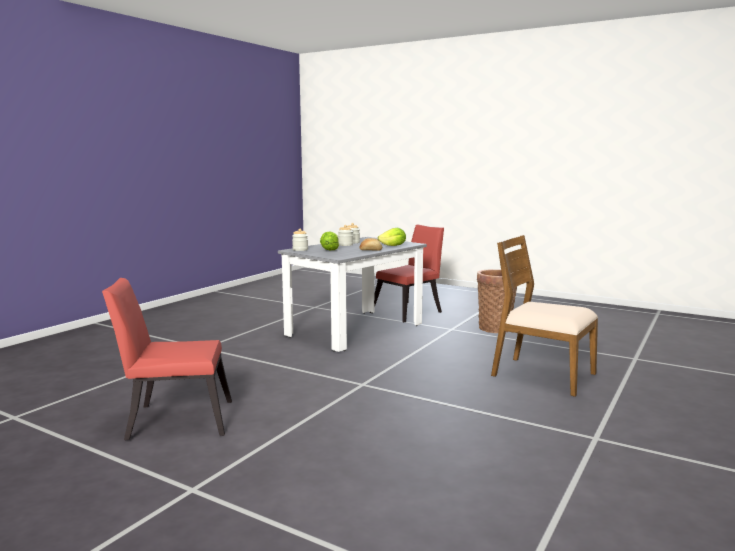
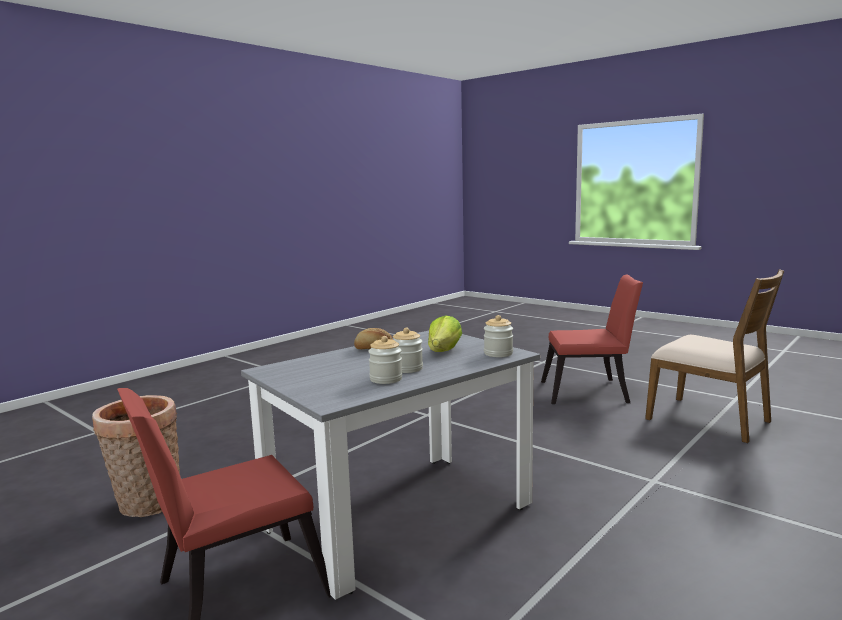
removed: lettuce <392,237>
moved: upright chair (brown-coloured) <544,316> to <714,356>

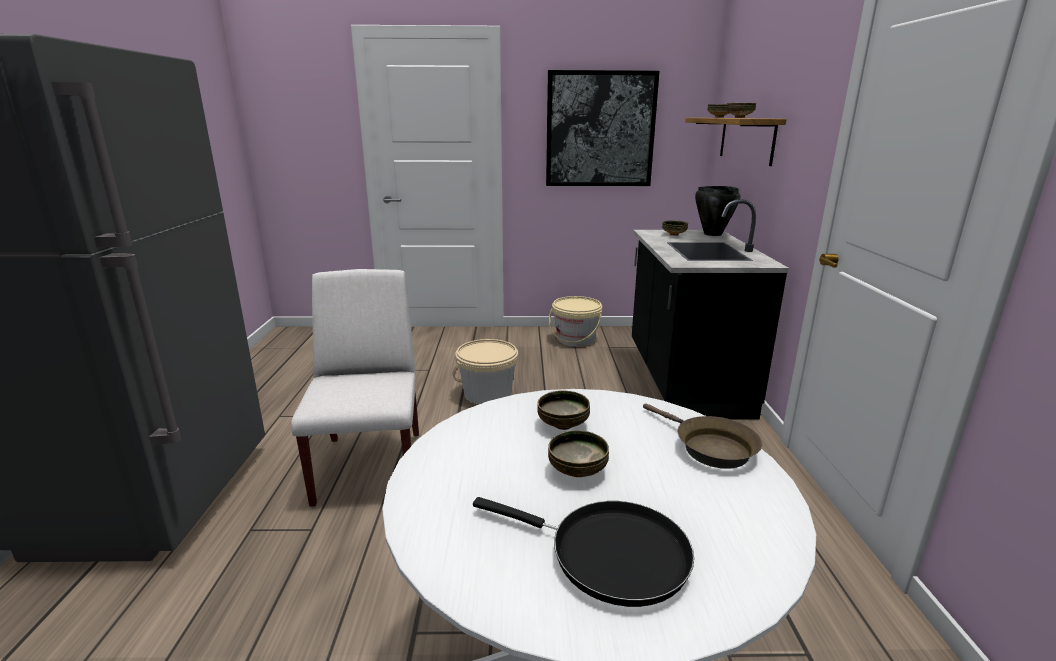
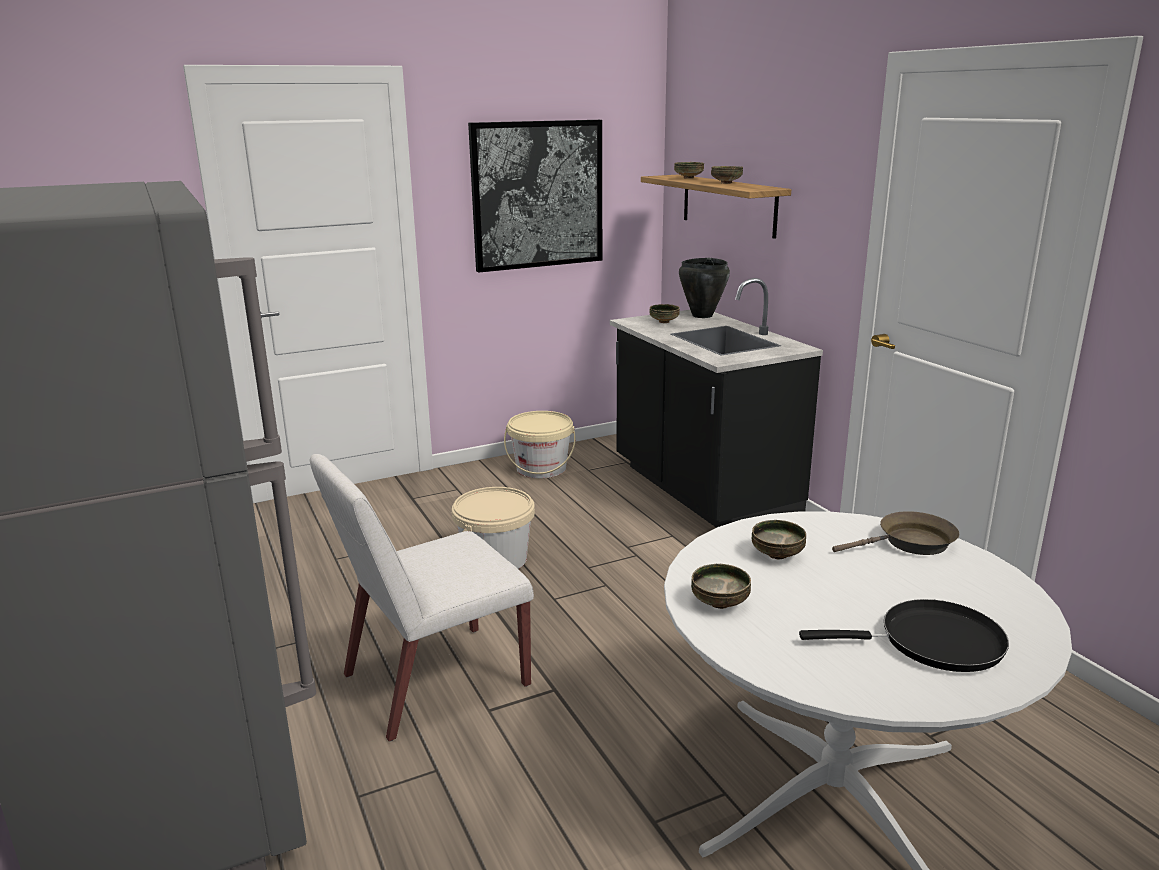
moved: bowl <578,453> to <721,586>
turned: upright chair (white-coloured) <355,388> = <422,598> 90 degrees counterclockwise; pan (brown-coloured) <702,436> = <895,533> 45 degrees counterclockwise

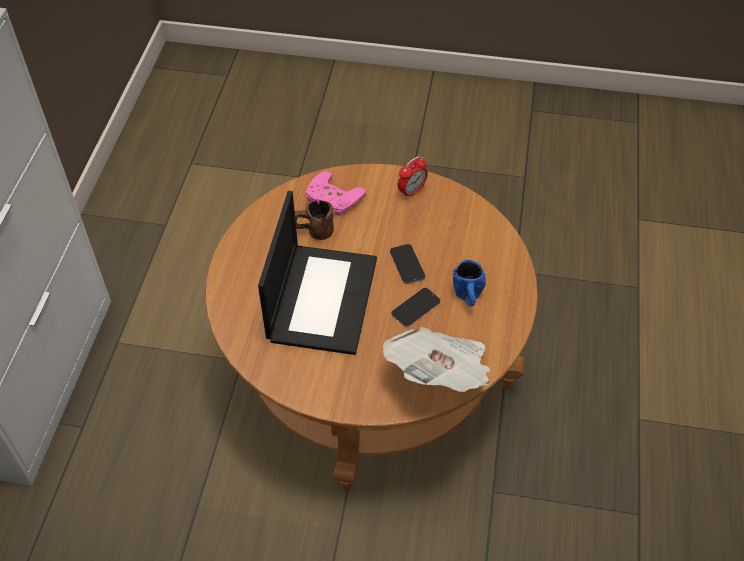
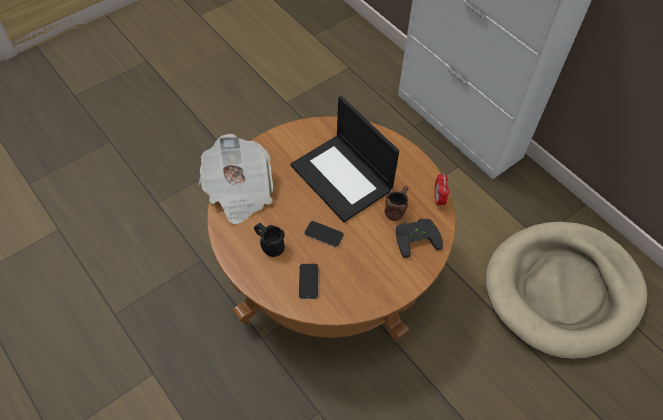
added: dog cushion (beige-coloured) <566,290>
moved: alarm clock <412,177> to <442,190>; telephone <416,307> to <309,281>
recoloured: joypad (pinkish) <336,193> to joypad (blackish) <419,238>; mug (bluish) <469,283> to mug (blackish) <269,240>

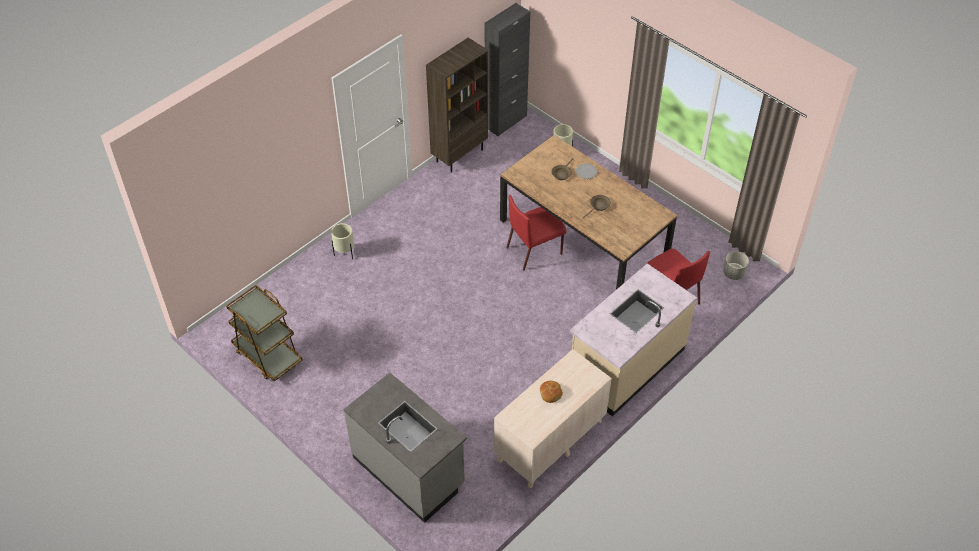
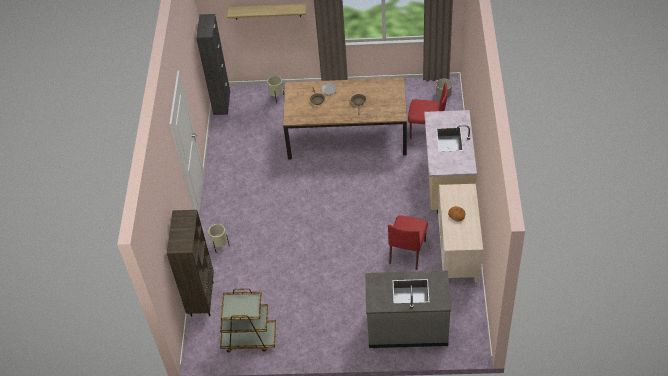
added: shelf <266,11>
moved: shelving unit (brown-coloured) <457,105> to <190,263>; upright chair (red) <536,233> to <408,242>

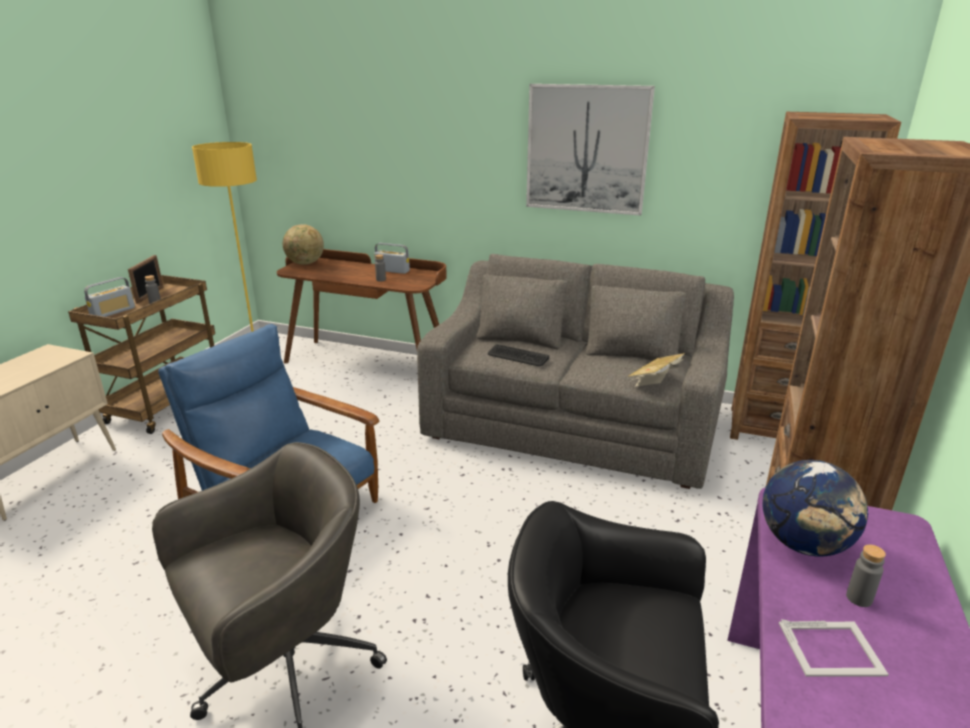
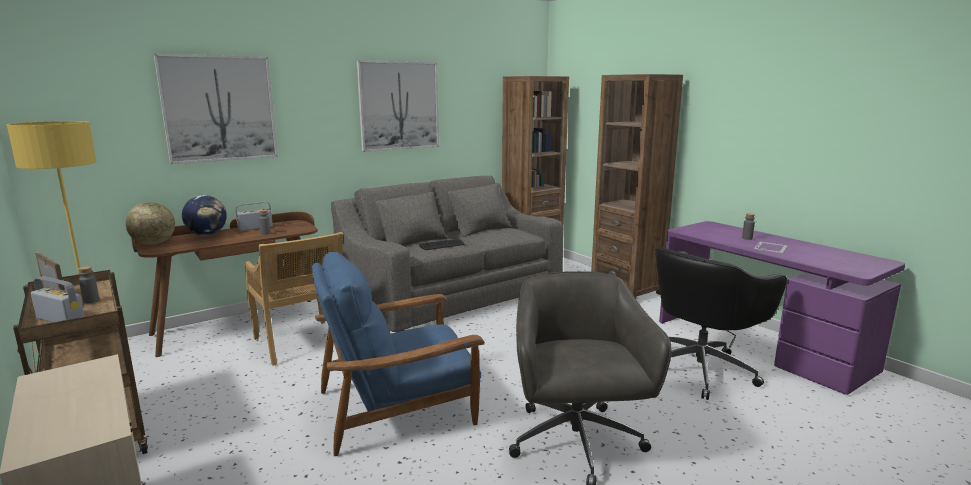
removed: book <656,370>
added: picture <216,109>; upright chair (beige-coloured) <294,299>
moved: world globe <815,508> to <204,215>
turned: radio <109,297> = <58,299> 45 degrees counterclockwise

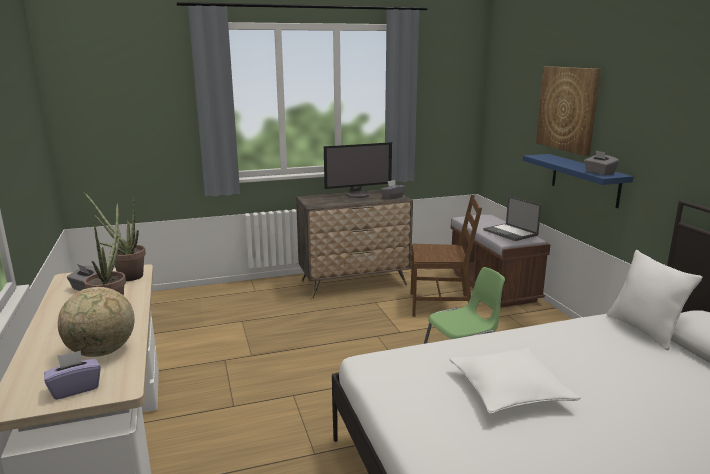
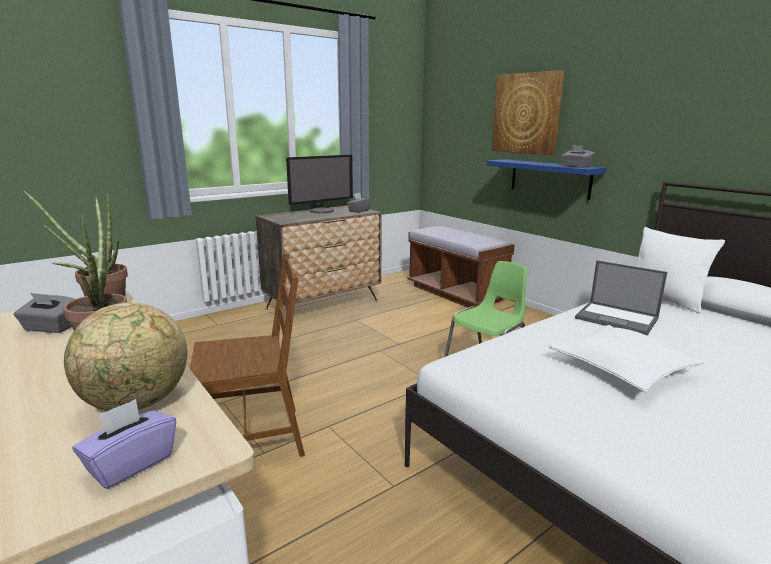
moved: upright chair (brown-coloured) <446,256> to <247,355>; laptop <512,218> to <621,298>

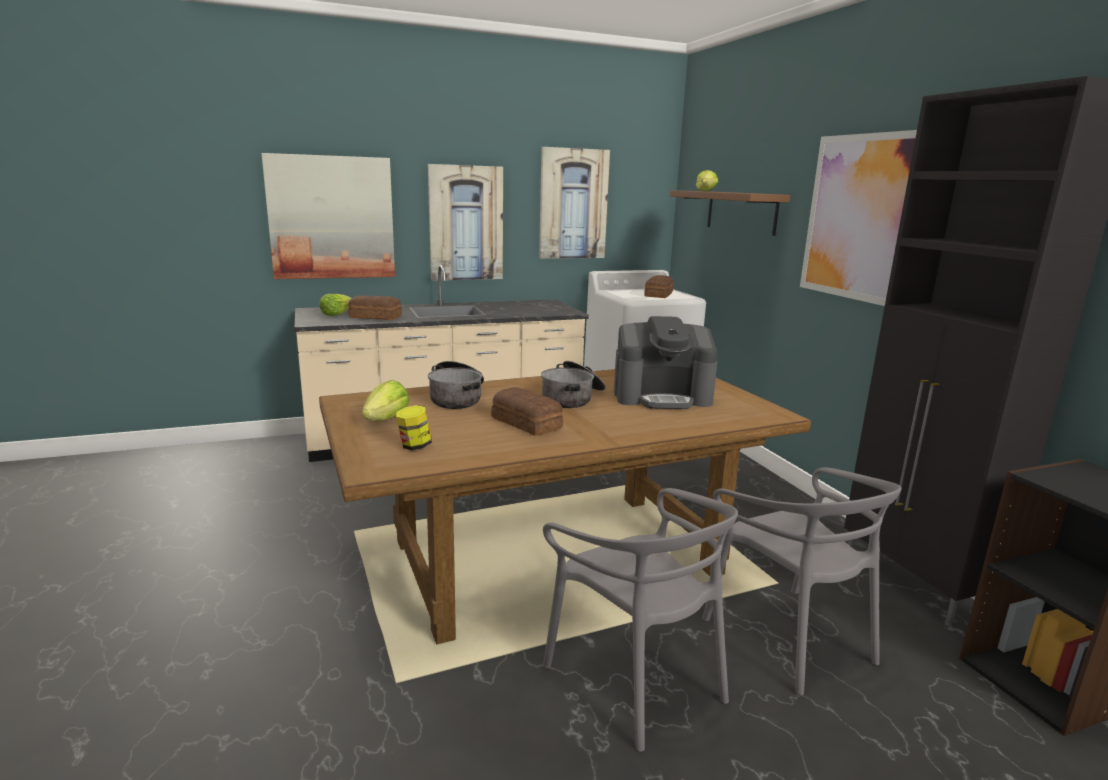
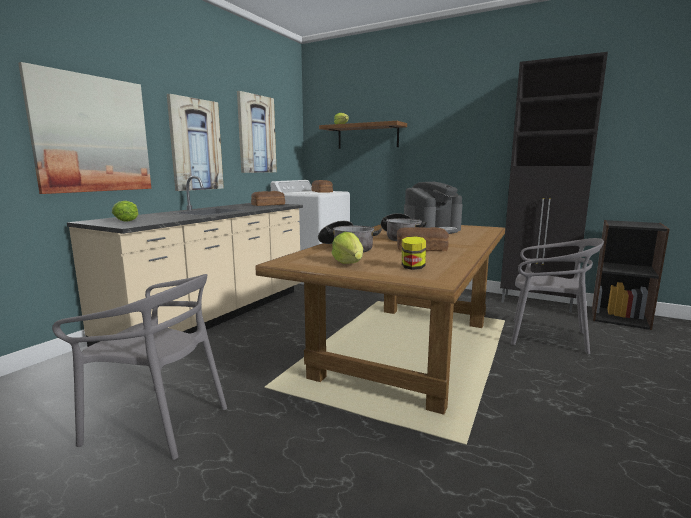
removed: picture <858,218>
moved: bakery bread <375,308> to <268,198>; upright chair (gray) <640,620> to <139,367>

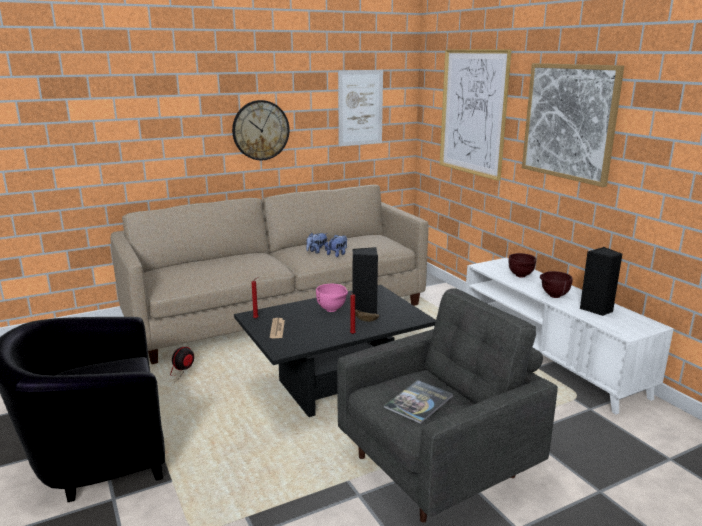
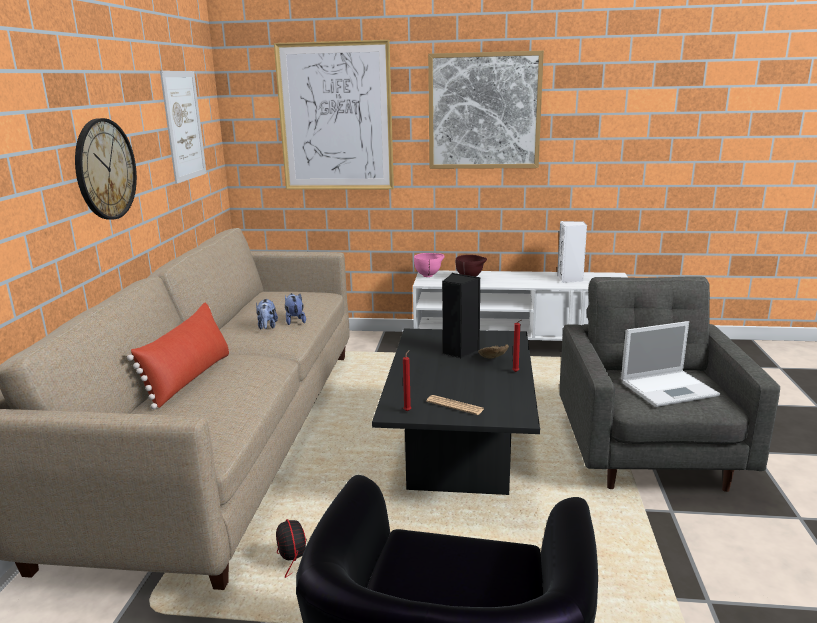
removed: bowl (brown-coloured) <556,284>
added: pillow (red) <178,356>
moved: bowl (pinkish) <332,298> to <429,265>
replaced: book <418,402> to laptop <670,364>
recoloured: speaker (blackish) <601,281> to speaker (white-coloured) <572,252>

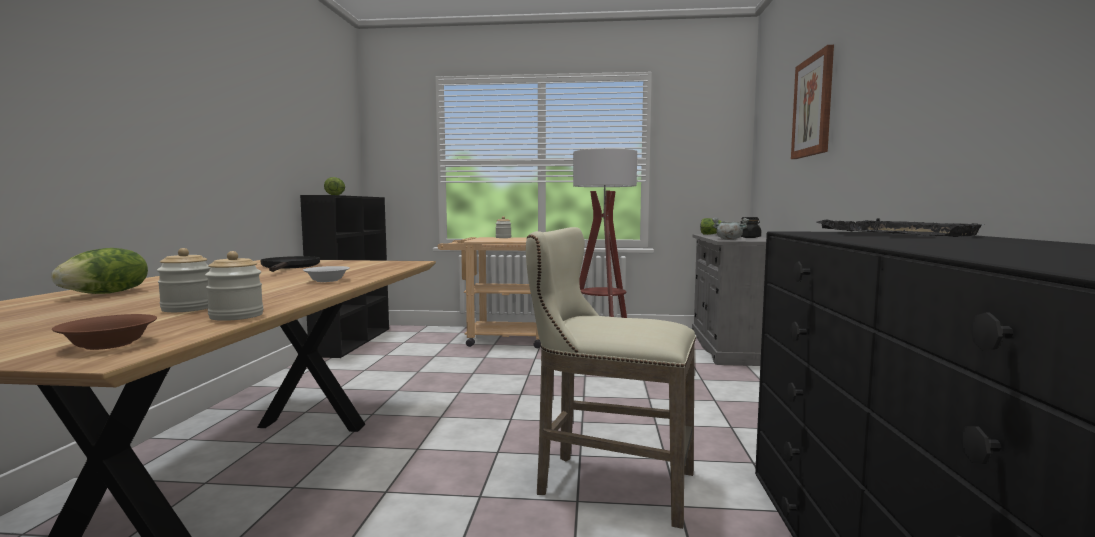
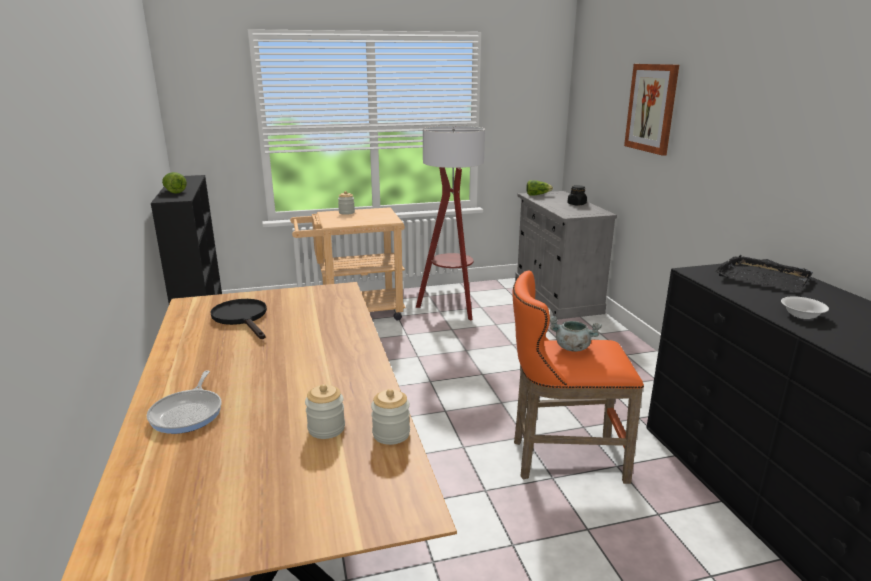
removed: bowl (brown-coloured) <104,332>
moved: saucepot (gray) <730,229> to <576,334>; bowl (white-coloured) <326,274> to <805,307>
replaced: lettuce <99,271> to pan <184,402>
recoloured: sitting stool (beige-coloured) <611,378> to sitting stool (orange) <578,377>

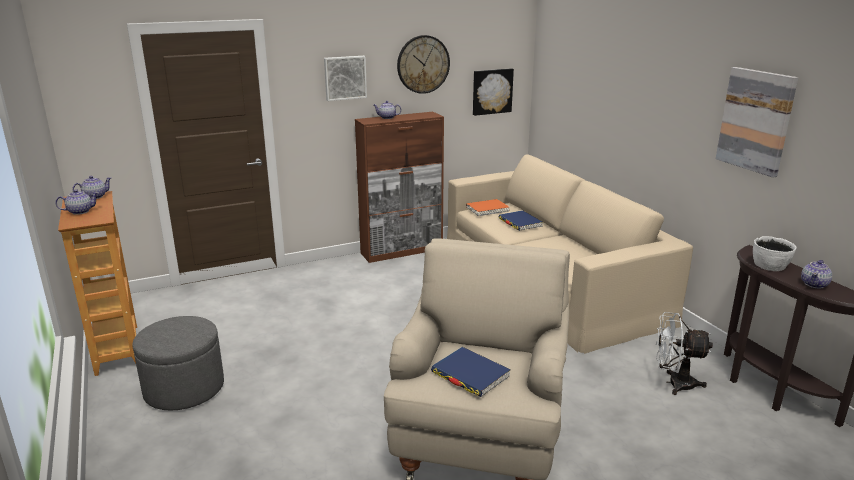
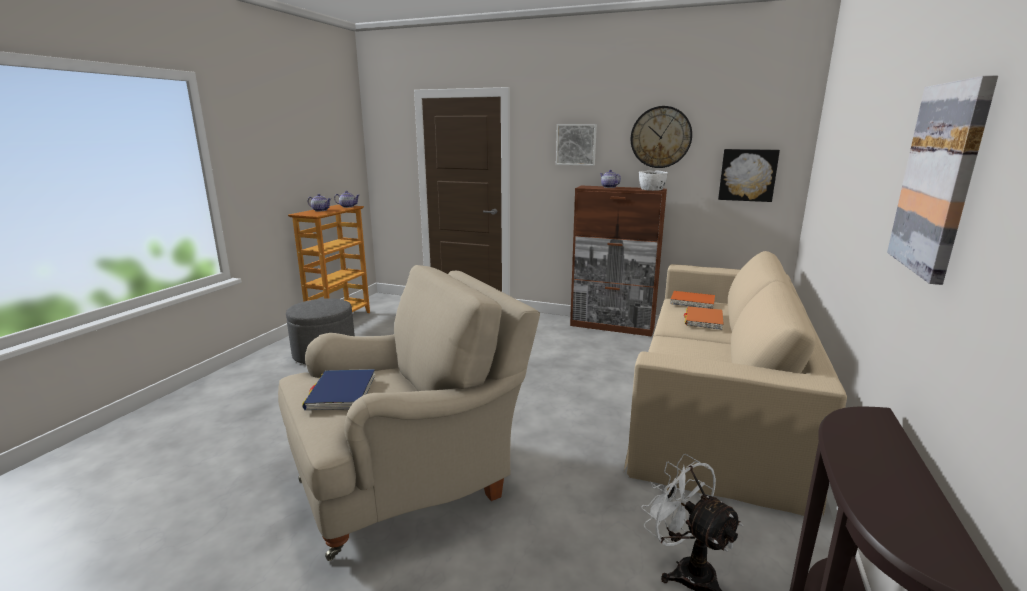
removed: pot for tea <816,274>
moved: bowl (white-coloured) <775,253> to <653,181>
recoloured: book (bluish) <521,220> to book (orange) <704,318>

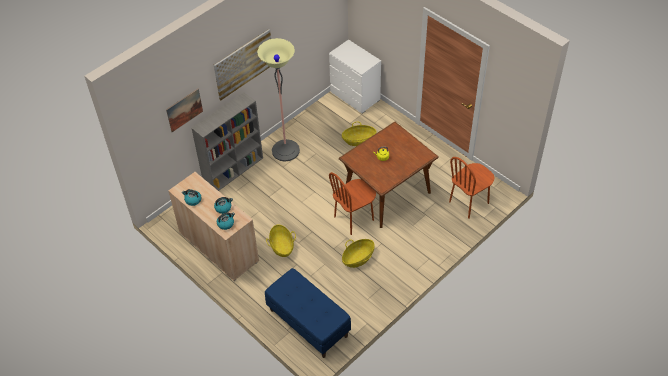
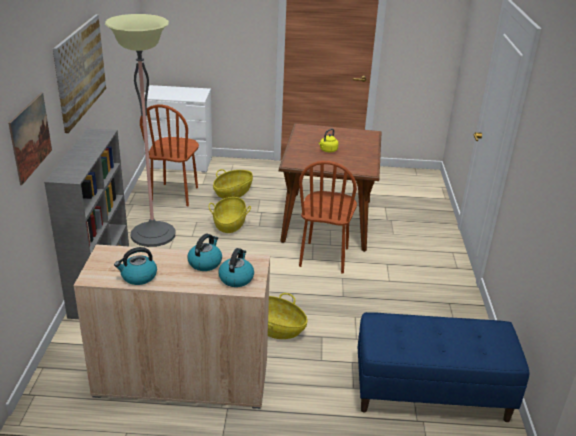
moved: upright chair (brown-coloured) <472,188> to <169,155>; basket <358,253> to <229,215>

